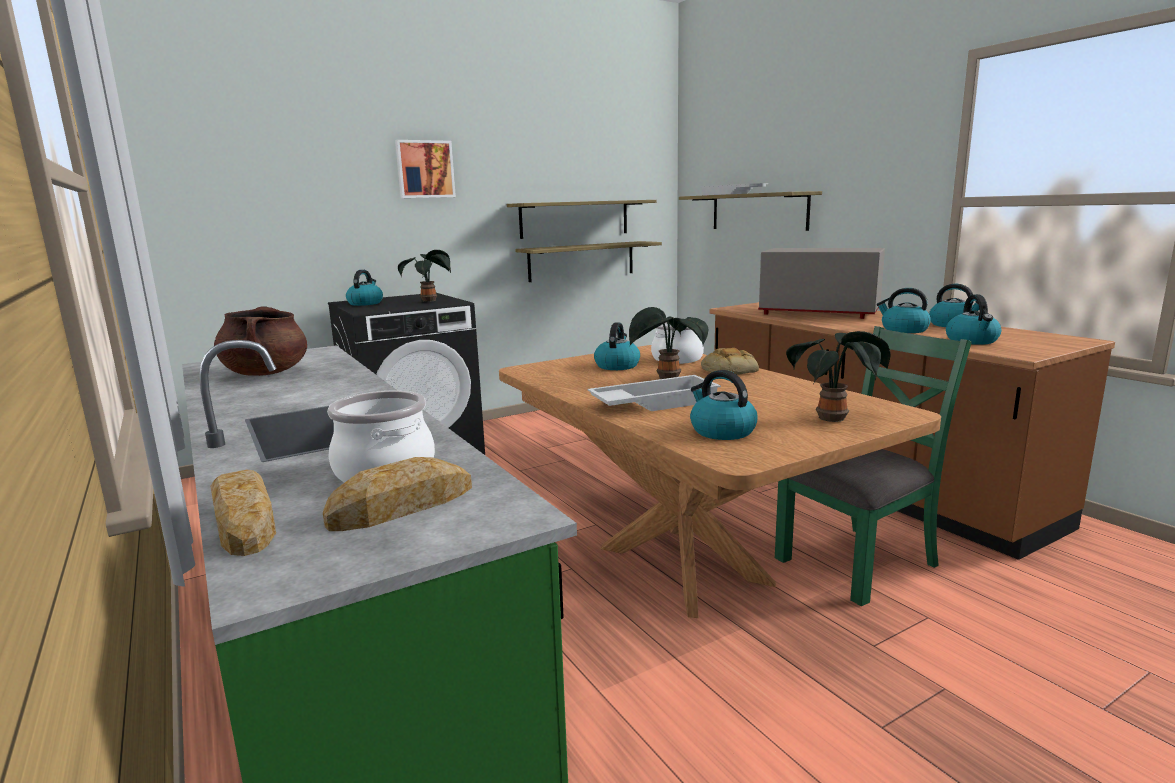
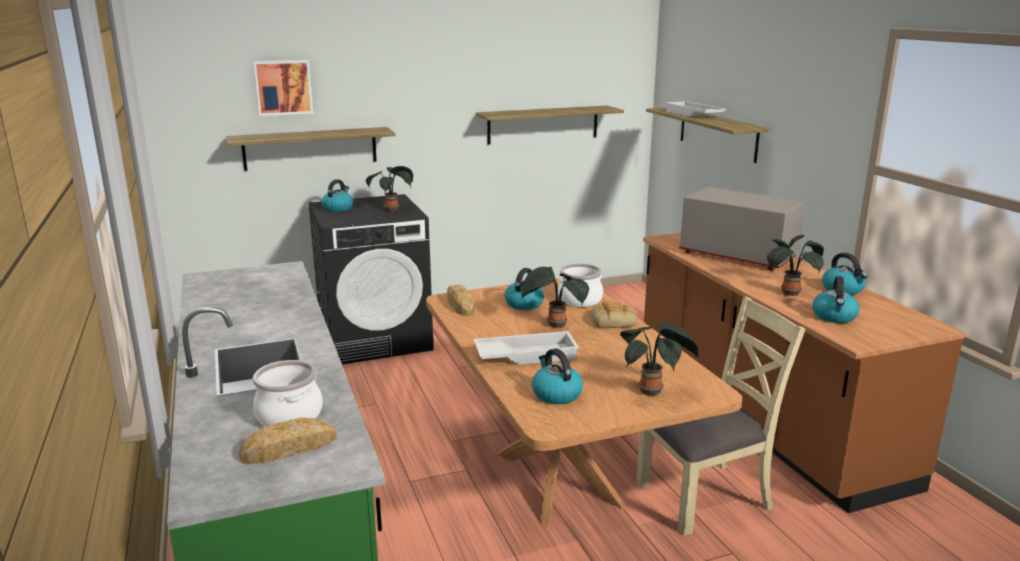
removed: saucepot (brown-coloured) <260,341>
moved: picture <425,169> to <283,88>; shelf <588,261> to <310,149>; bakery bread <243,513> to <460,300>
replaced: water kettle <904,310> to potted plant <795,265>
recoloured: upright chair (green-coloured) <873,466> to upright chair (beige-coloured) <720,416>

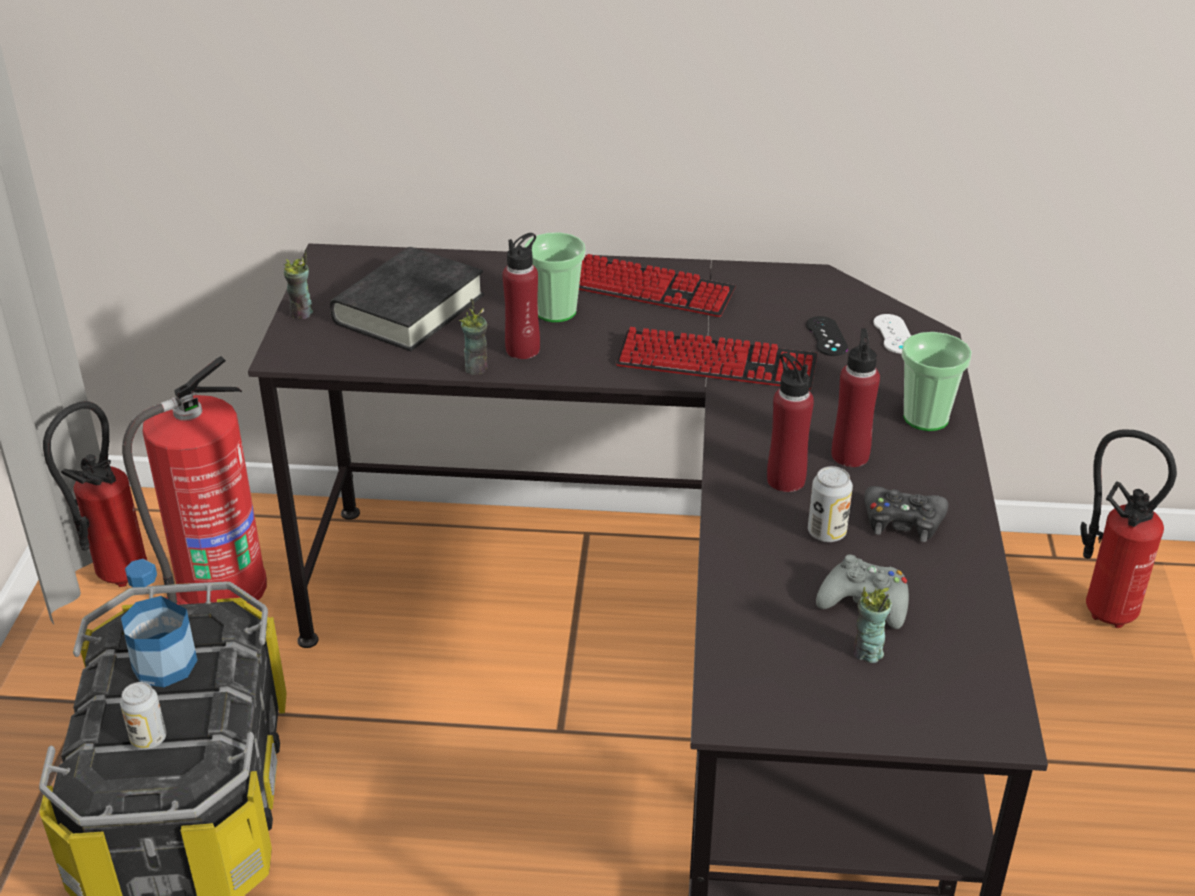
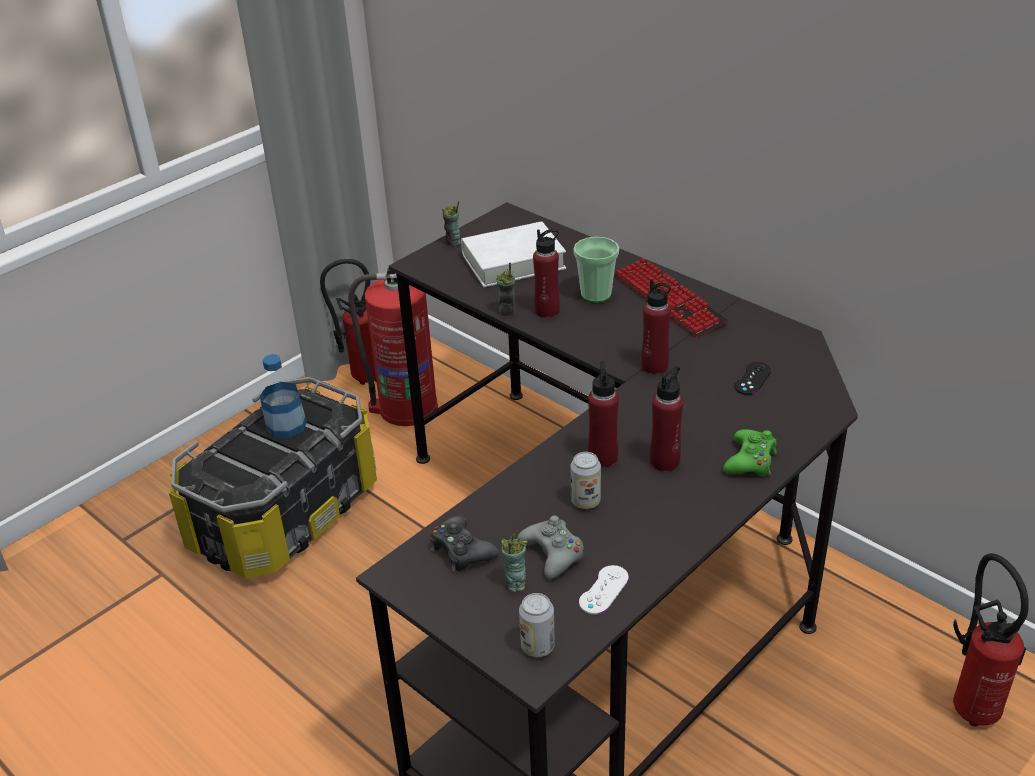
moved: joypad (white-coloured) <892,334> to <604,590>; joypad (blackish) <906,514> to <464,543>; metal can <143,716> to <537,625>
replaced: computer keyboard <717,358> to bottle (red) <656,326>; drinking cup <937,381> to joypad (green-coloured) <750,452>
recoloured: book (blackish) <407,299> to book (white-coloured) <513,254>

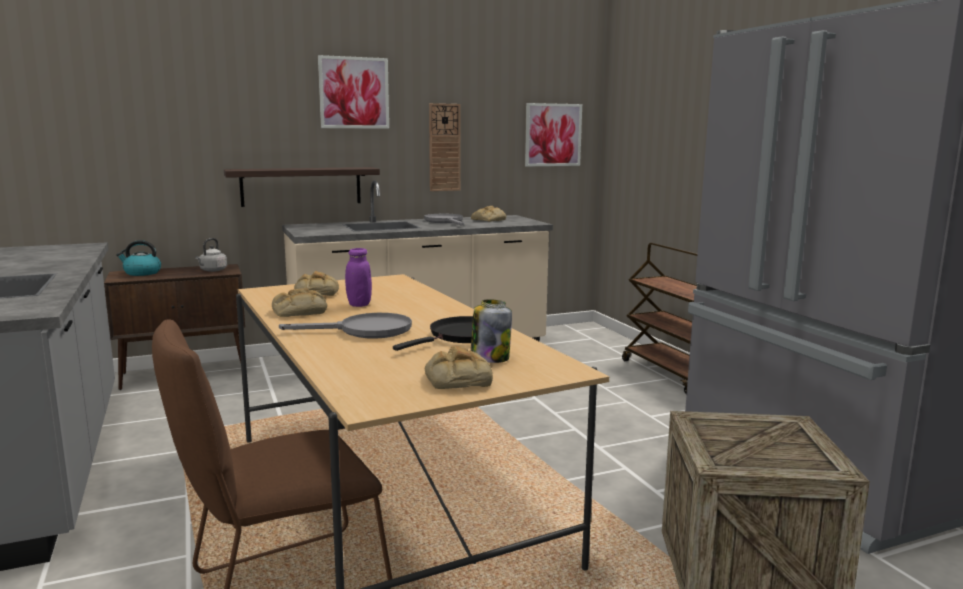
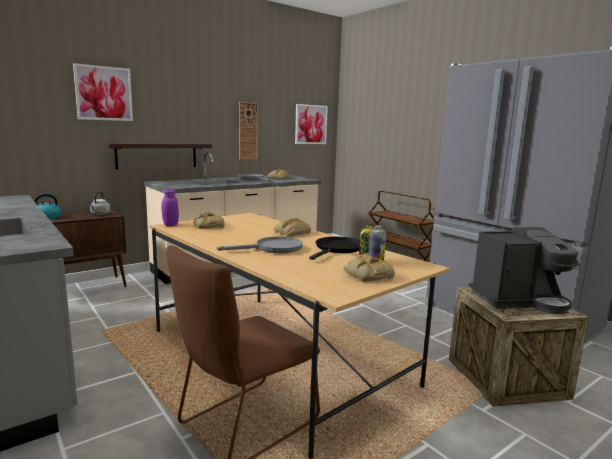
added: coffee brewer <524,270>
moved: picture <353,92> to <103,92>; storage jar (purple) <358,277> to <170,207>; bakery bread <299,302> to <292,227>

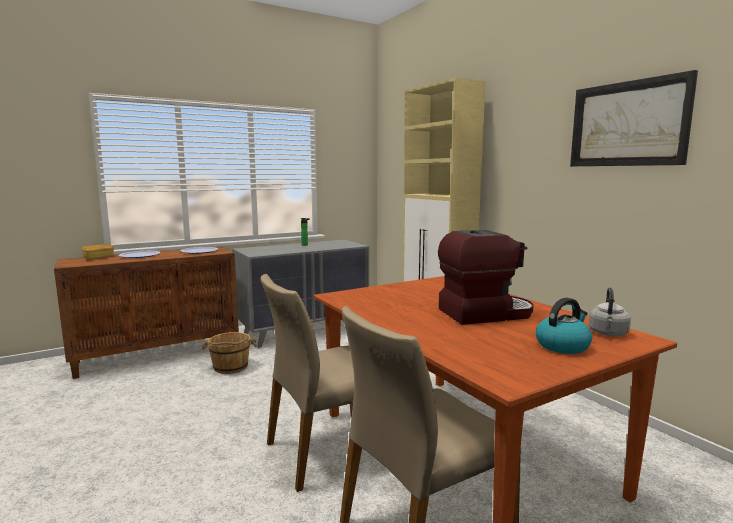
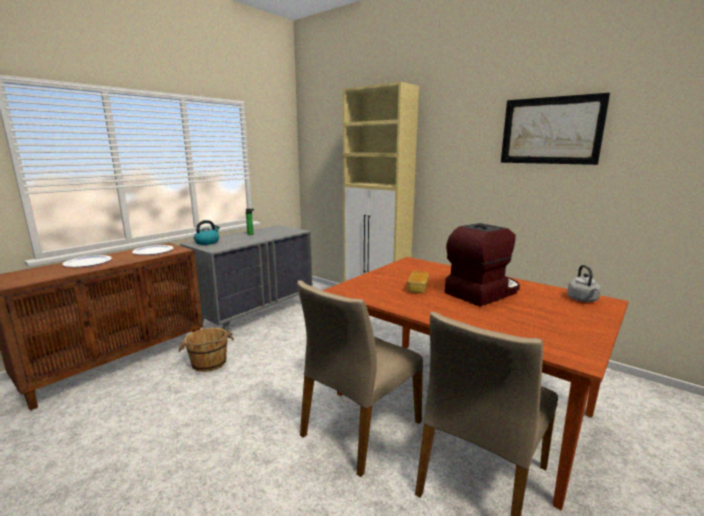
moved: bakery bread <98,251> to <418,282>; water kettle <564,326> to <207,232>

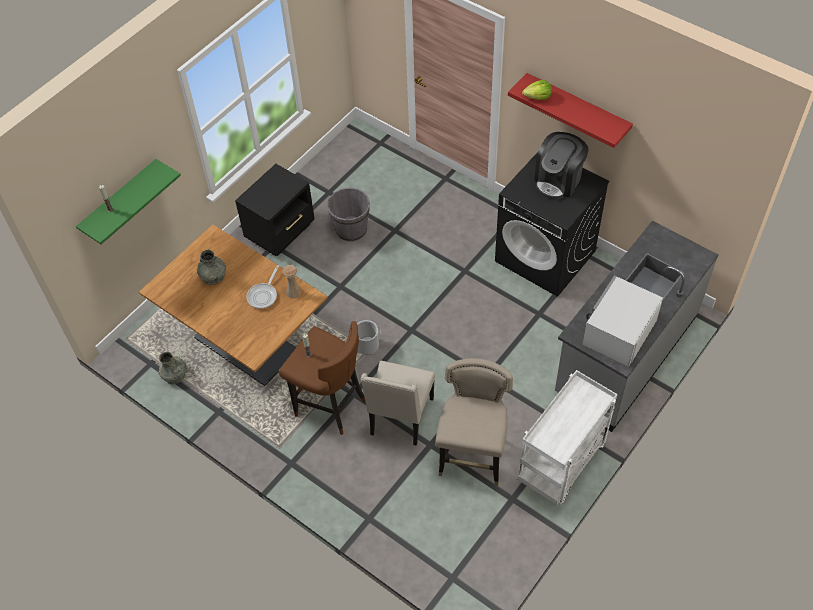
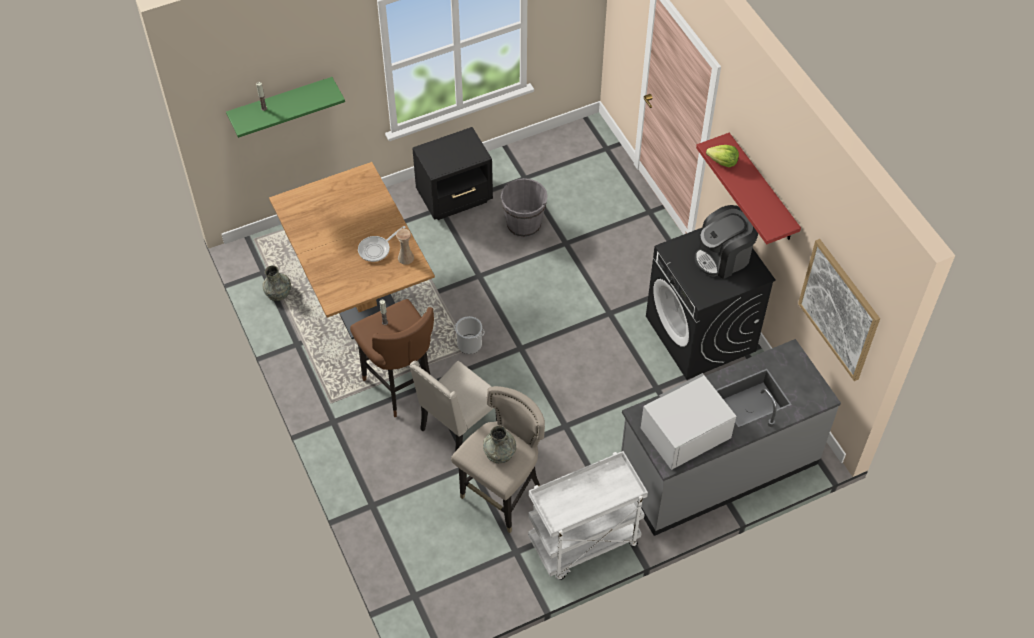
added: picture <839,310>
moved: flower vase (gray) <211,267> to <499,444>

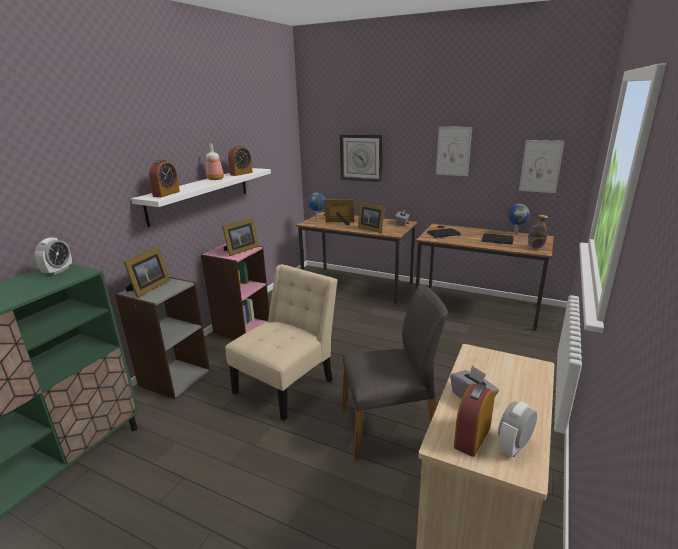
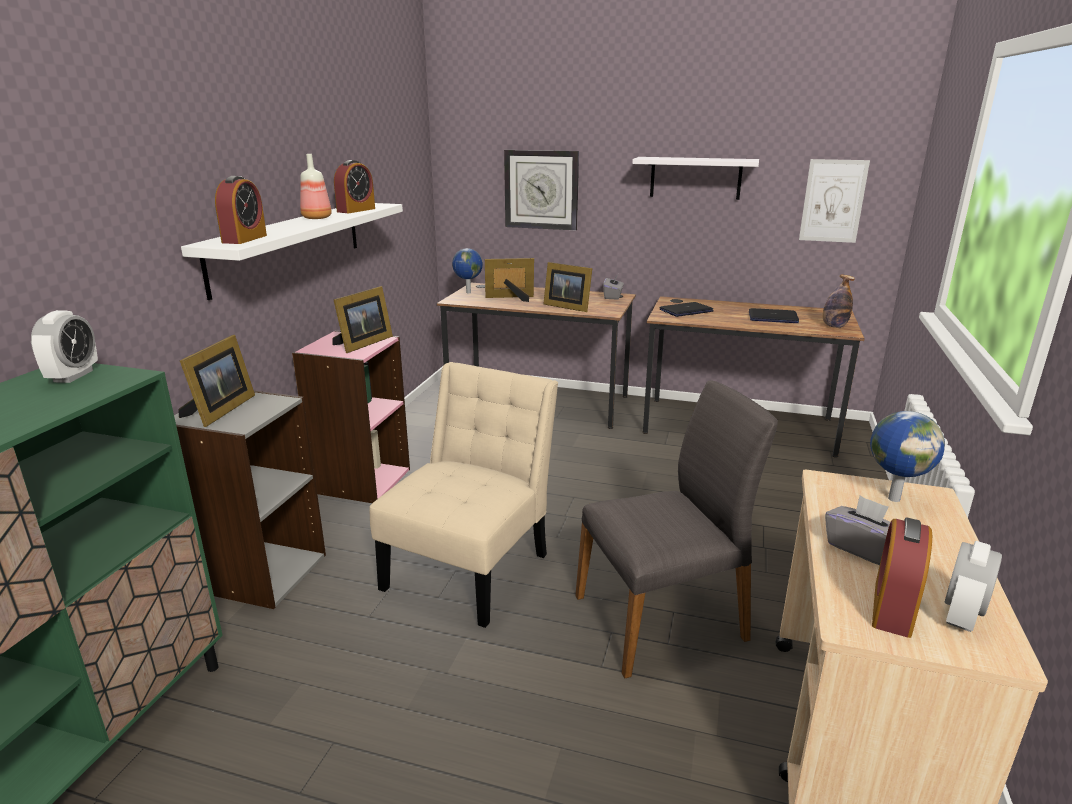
moved: world globe <518,219> to <907,456>
replaced: picture <454,151> to shelf (white-coloured) <695,178>

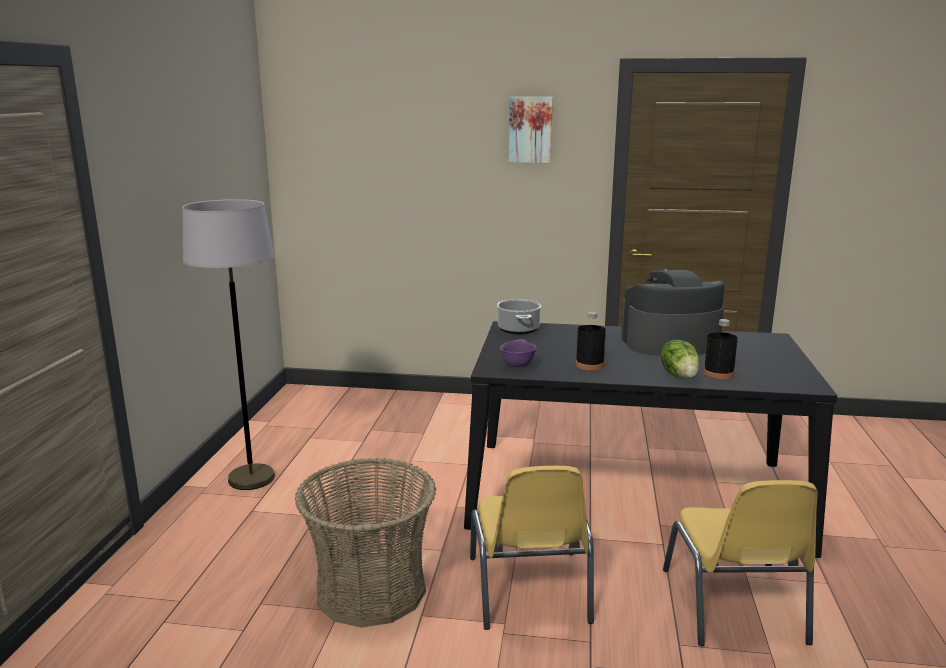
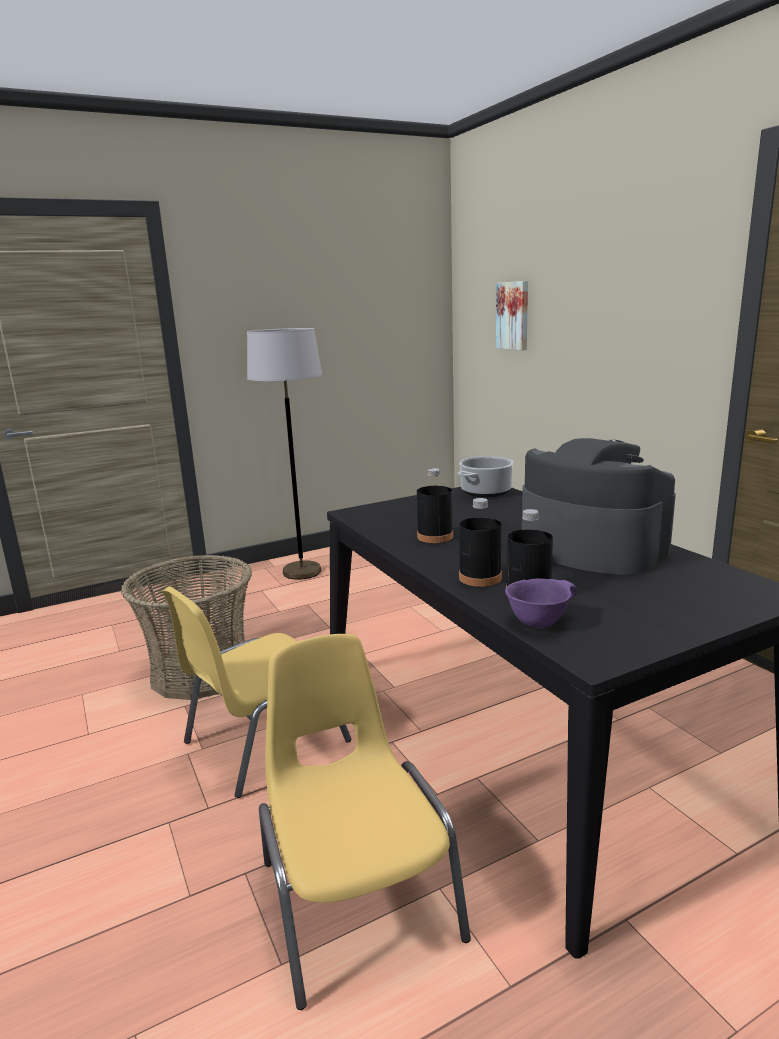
moved: picture <531,130> to <512,315>; bowl (purple) <518,353> to <541,603>
replaced: lettuce <680,359> to bottle (blackish) <480,542>
turned: upright chair (yellowish) <740,563> = <365,822> 105 degrees clockwise

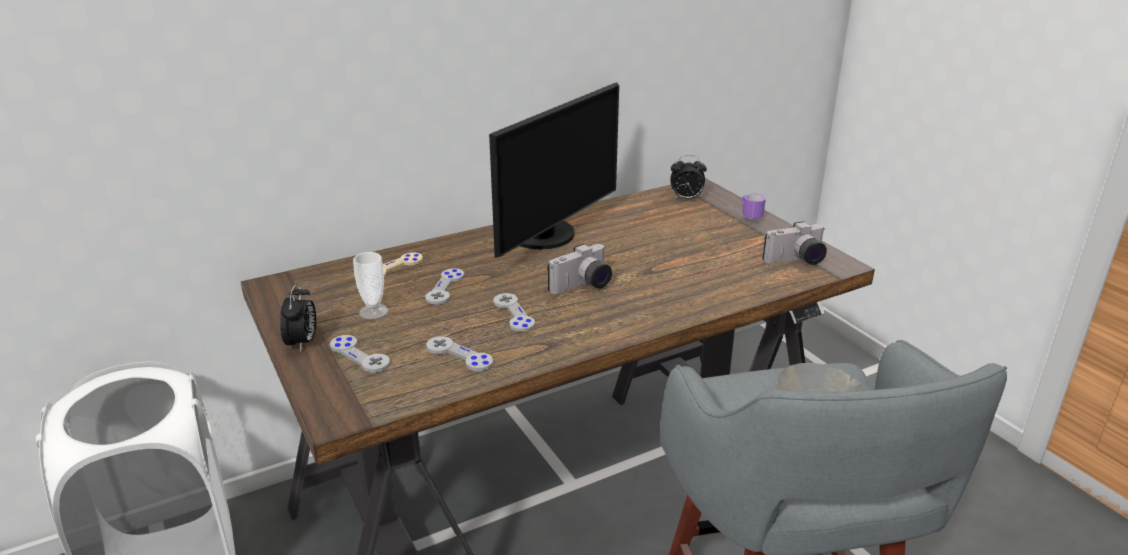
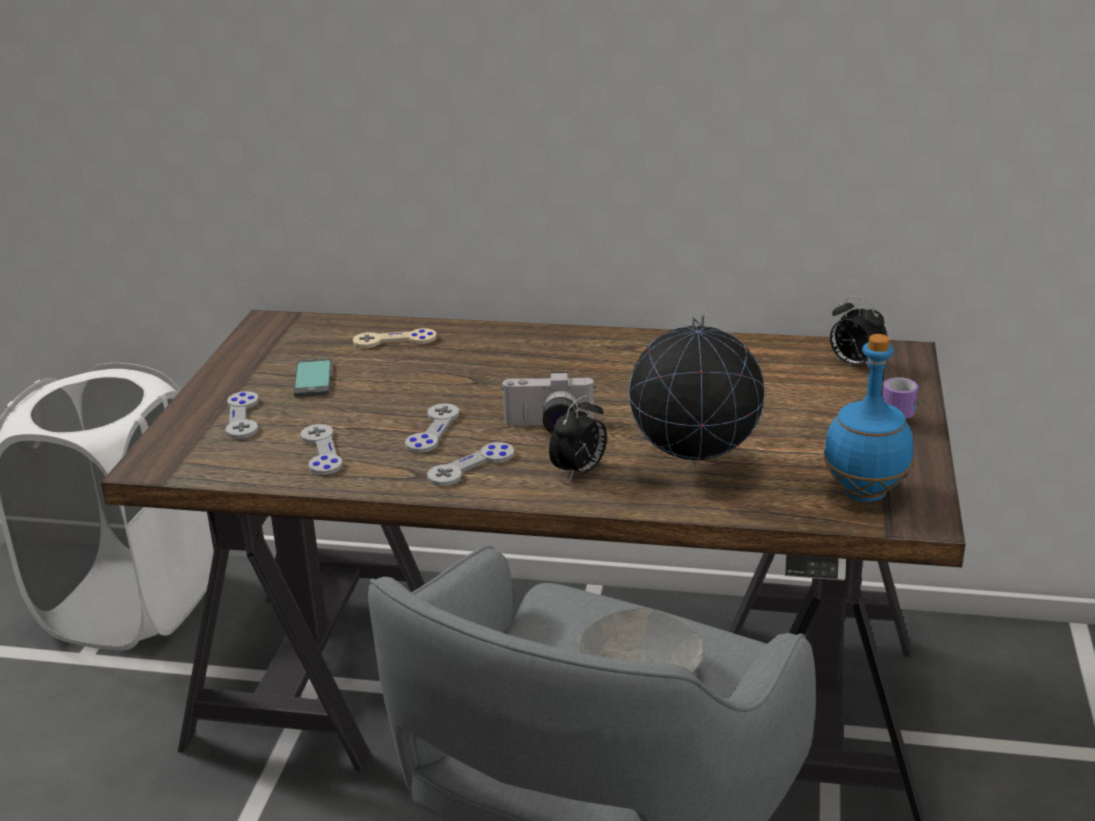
removed: computer screen <554,170>
added: world globe <697,391>
moved: joypad (gray) <445,286> to <470,464>; alarm clock <298,317> to <578,438>
replaced: photo camera <794,243> to bottle (bluish) <868,418>; drinking cup <371,285> to telephone <312,377>

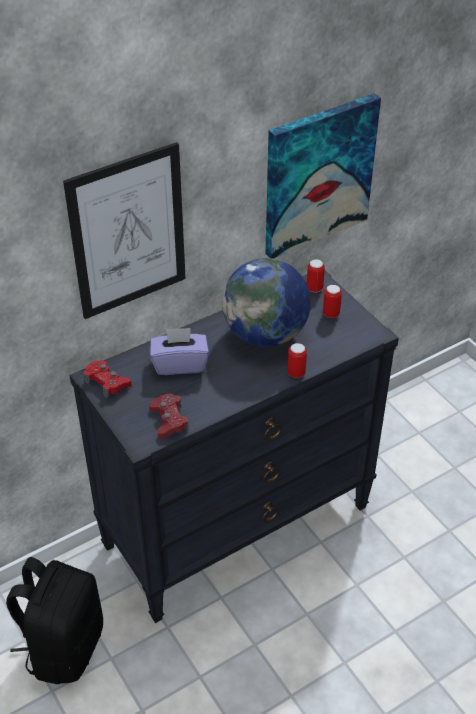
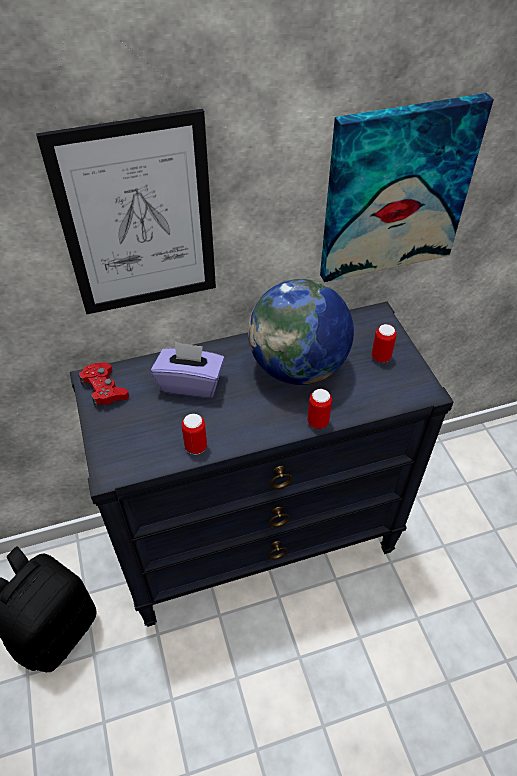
removed: joypad (red) <169,416>
moved: metal can <316,275> to <194,434>

